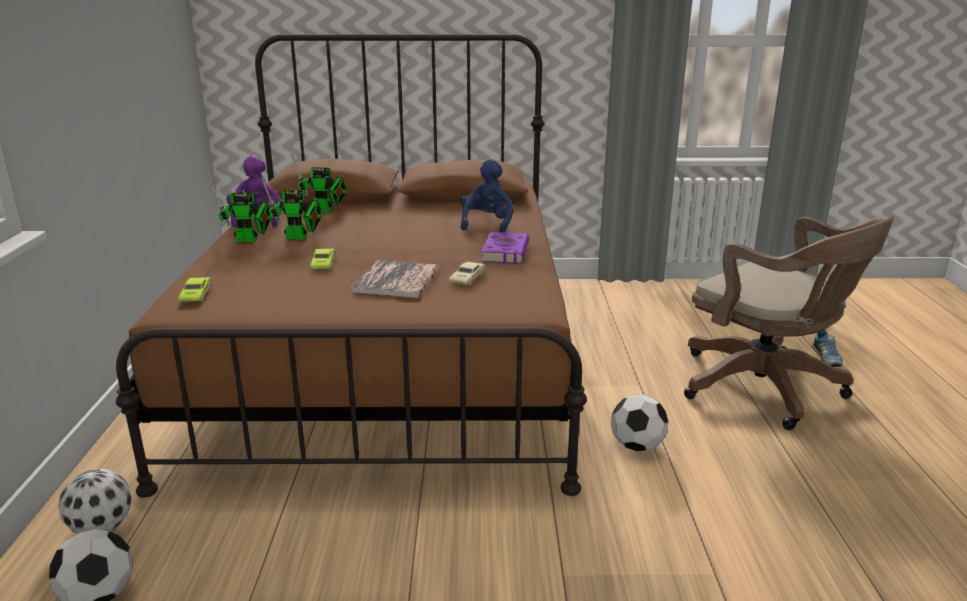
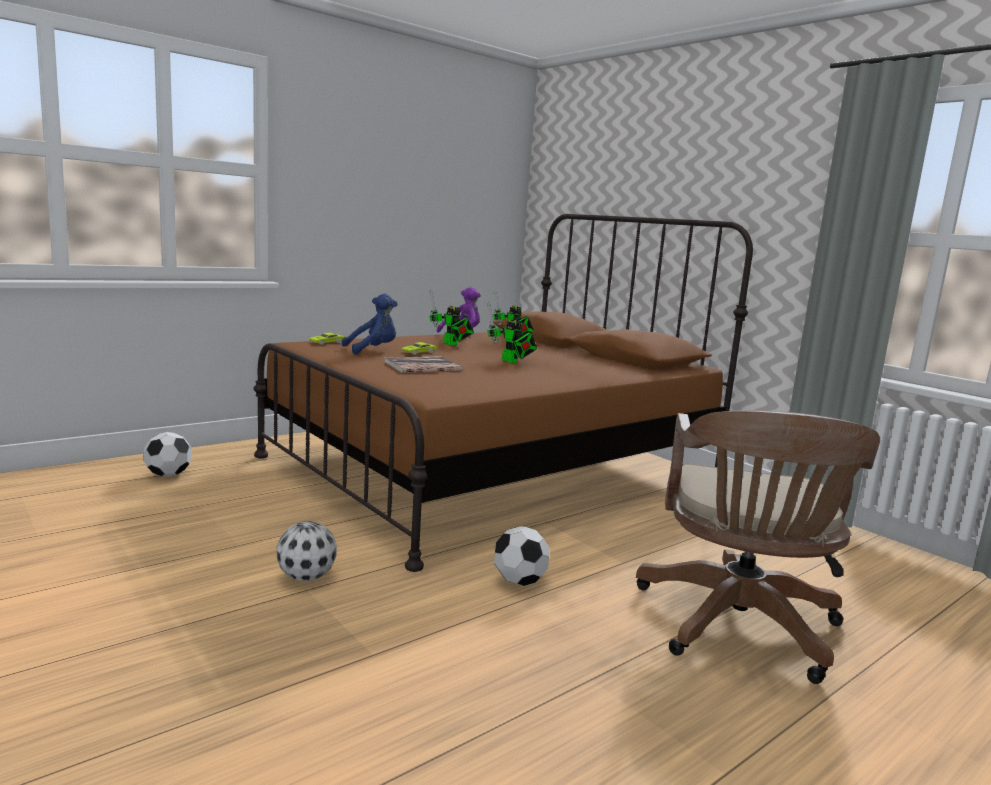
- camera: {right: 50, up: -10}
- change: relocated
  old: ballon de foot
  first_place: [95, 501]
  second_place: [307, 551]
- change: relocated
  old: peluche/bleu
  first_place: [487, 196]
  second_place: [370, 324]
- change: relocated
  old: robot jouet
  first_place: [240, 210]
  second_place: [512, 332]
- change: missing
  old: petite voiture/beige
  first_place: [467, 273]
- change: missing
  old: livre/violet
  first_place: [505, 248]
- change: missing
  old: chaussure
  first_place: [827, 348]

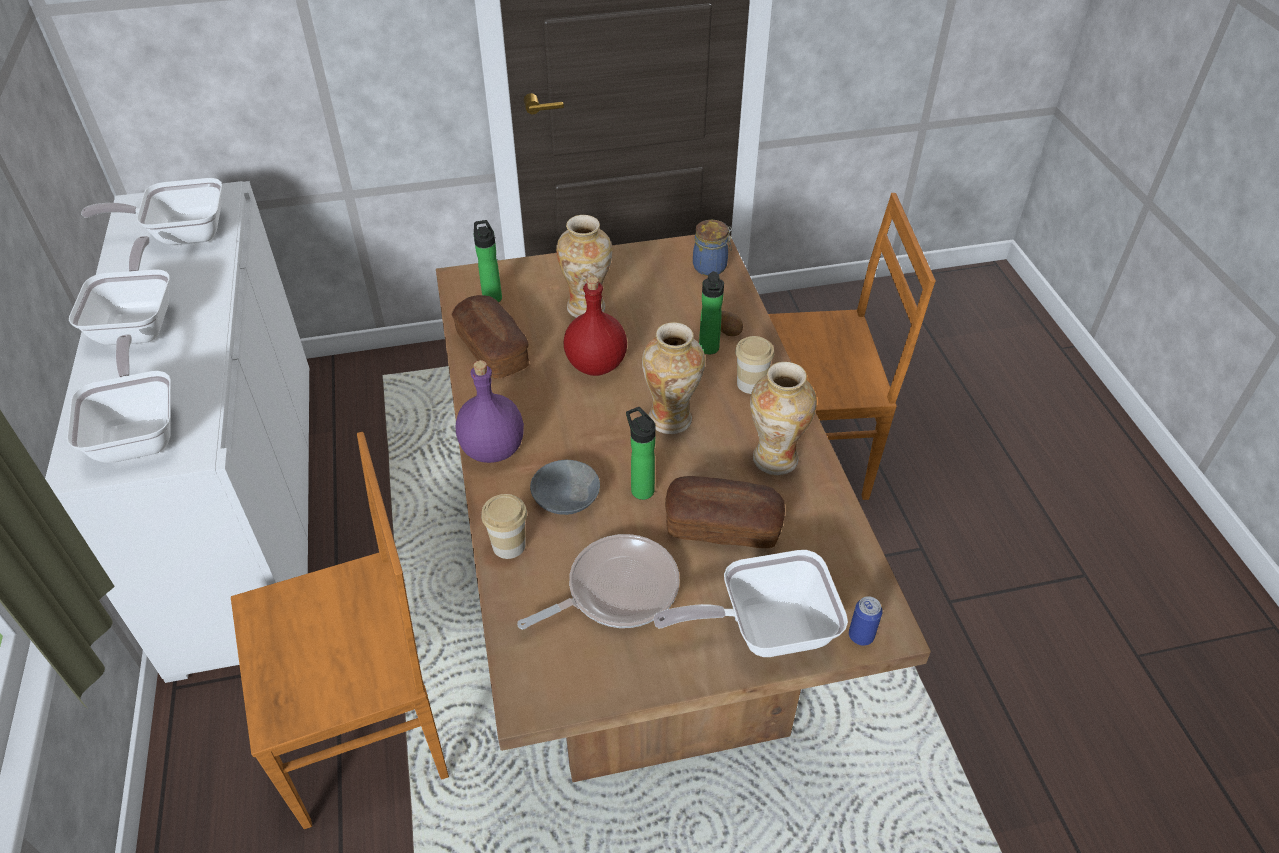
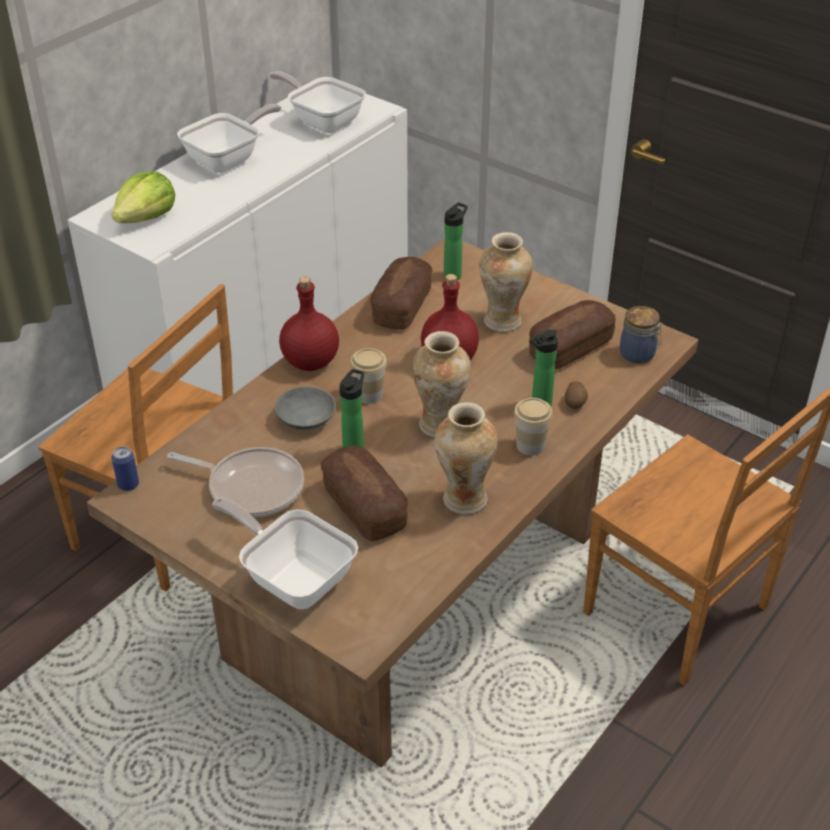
- camera: {right: 50, up: -5}
- change: exchanged
  old: poêle
  new: laitue
  first_place: [119, 398]
  second_place: [143, 197]
- change: relocated
  old: boîte métallique
  first_place: [866, 621]
  second_place: [125, 468]
- change: colour
  old: bouteille/violet
  new: bouteille/rouge
  first_place: [490, 411]
  second_place: [309, 324]
- change: relocated
  old: tasse
  first_place: [504, 526]
  second_place: [368, 376]
- change: appeared
  new: pain
  second_place: [572, 335]

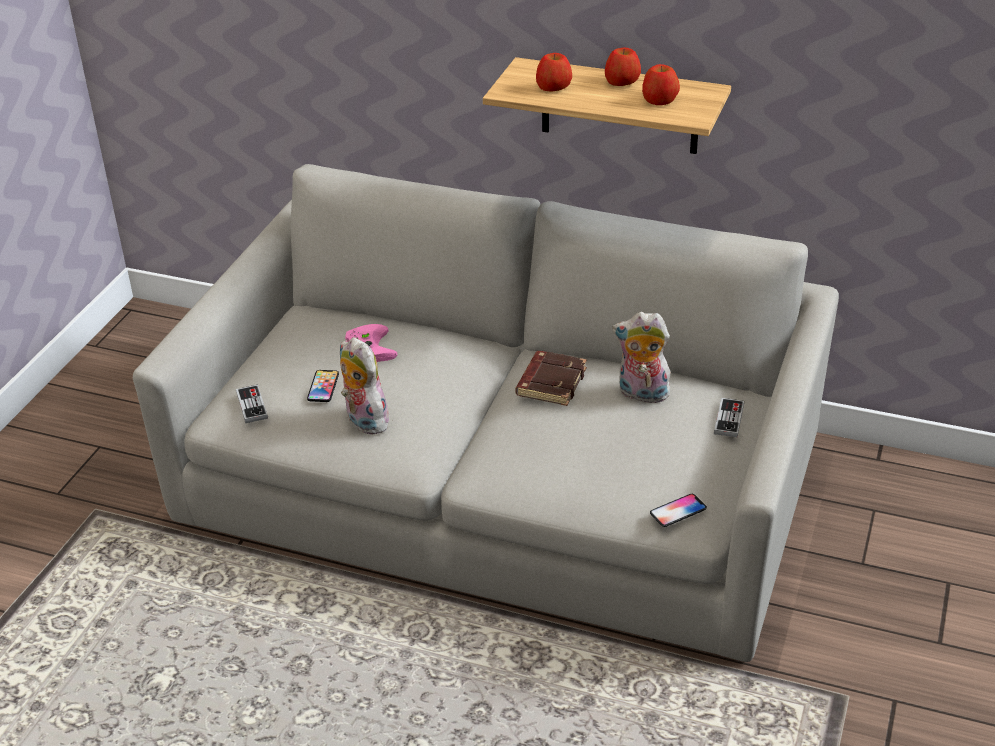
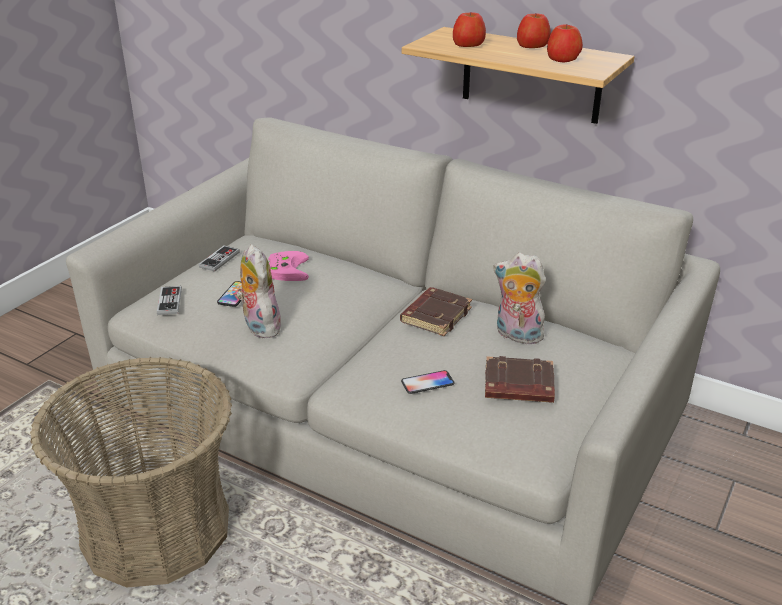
- camera: {right: 10, up: -5}
- change: appeared
  new: panier
  second_place: [131, 472]
- change: relocated
  old: manette
  first_place: [729, 417]
  second_place: [219, 259]
- change: relocated
  old: téléphone
  first_place: [678, 510]
  second_place: [428, 382]
- change: appeared
  new: livre/marron
  second_place: [520, 379]

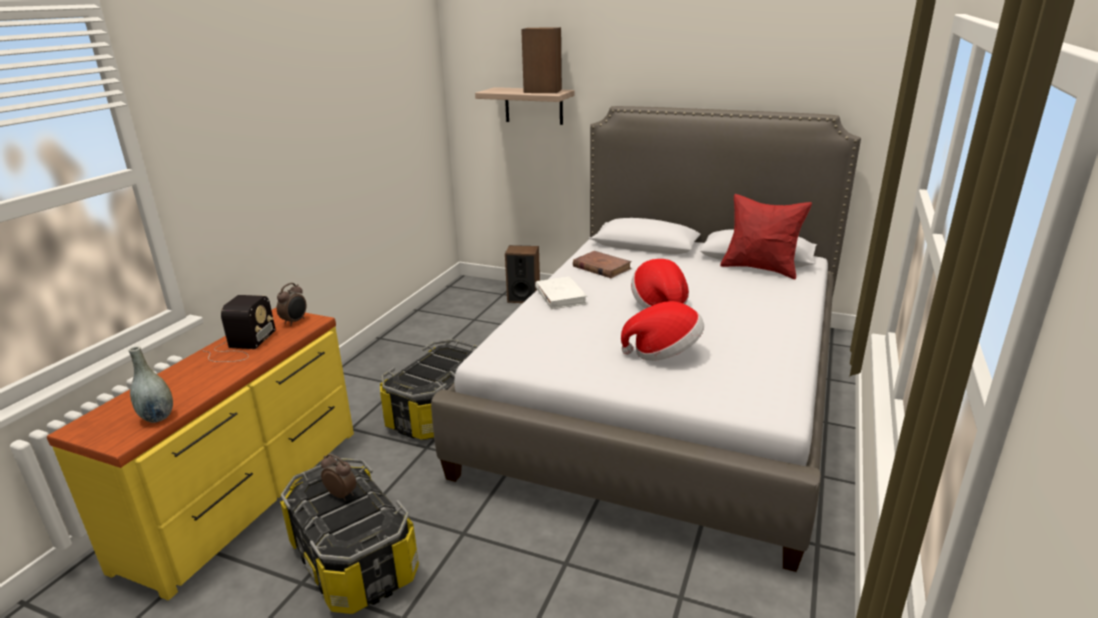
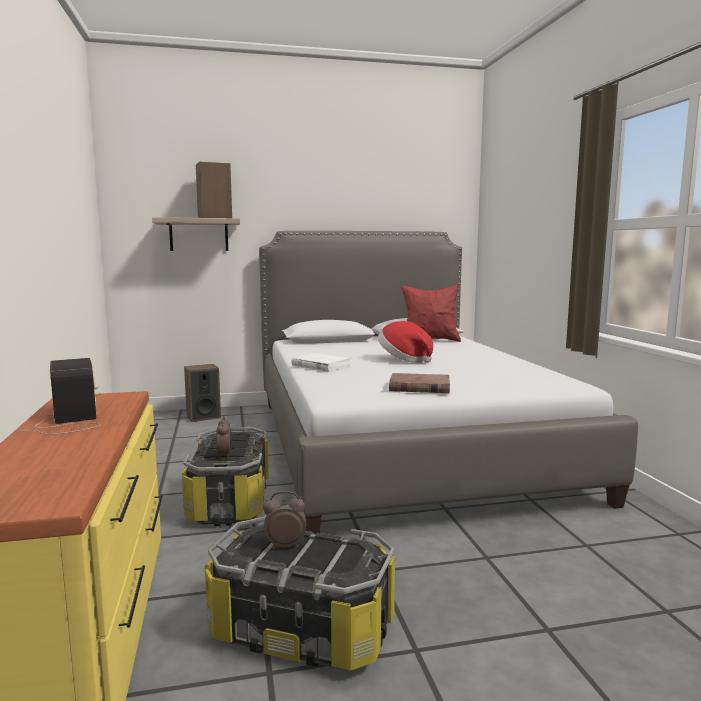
- camera: {right: -35, up: -15}
- change: relocated
  old: réveil
  first_place: [292, 304]
  second_place: [224, 437]
- change: relocated
  old: livre/marron
  first_place: [602, 264]
  second_place: [419, 383]
- change: missing
  old: vase/gris
  first_place: [151, 384]
- change: missing
  old: chapeau
  first_place: [662, 331]

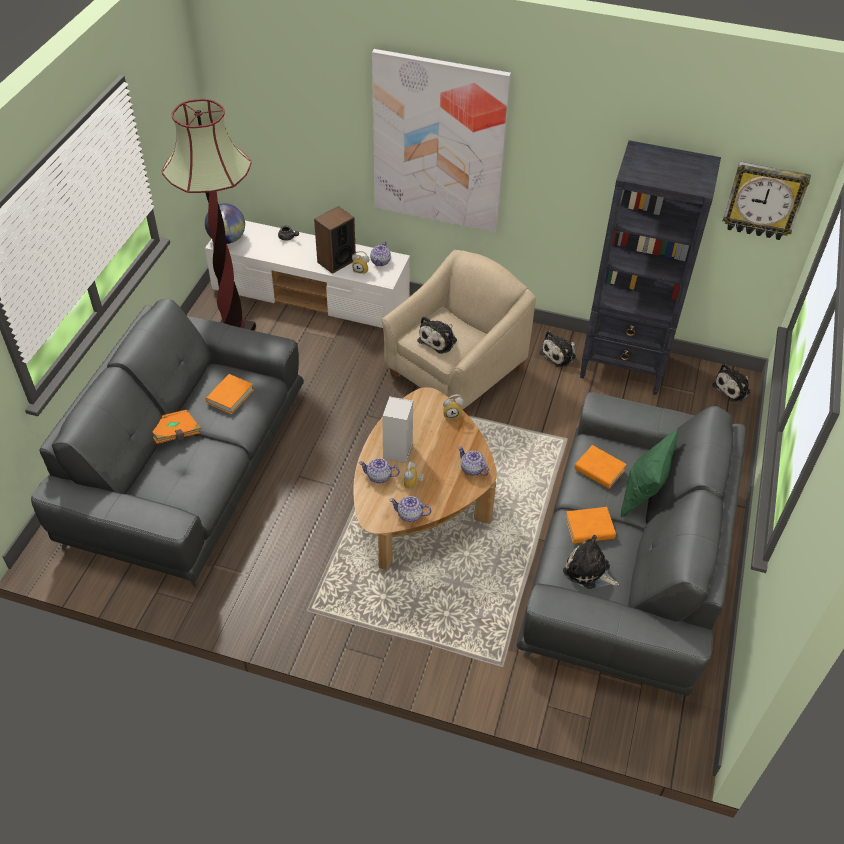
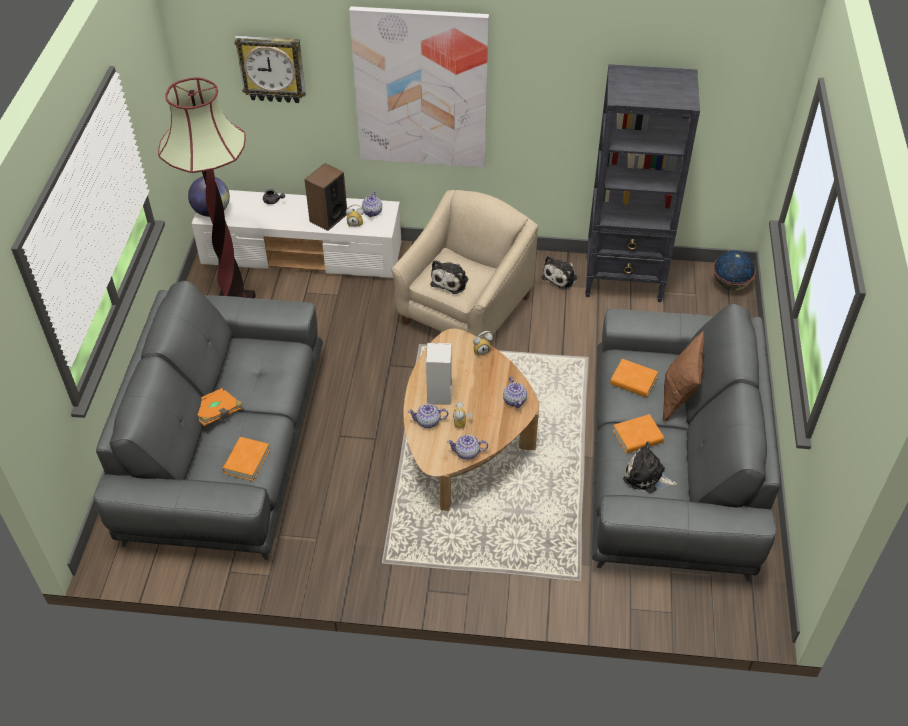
- camera: {right: -10, up: 0}
- change: relocated
  old: livre/orange
  first_place: [229, 394]
  second_place: [246, 459]
- change: relocated
  old: horloge murale
  first_place: [766, 201]
  second_place: [270, 69]
- change: spun
  old: théière
  first_place: [473, 461]
  second_place: [515, 392]
  degrees: -135
- change: colour
  old: coussin/vert
  new: coussin/marron
  first_place: [649, 473]
  second_place: [683, 376]
- change: exchanged
  old: peluche
  new: globe
  first_place: [731, 383]
  second_place: [734, 270]

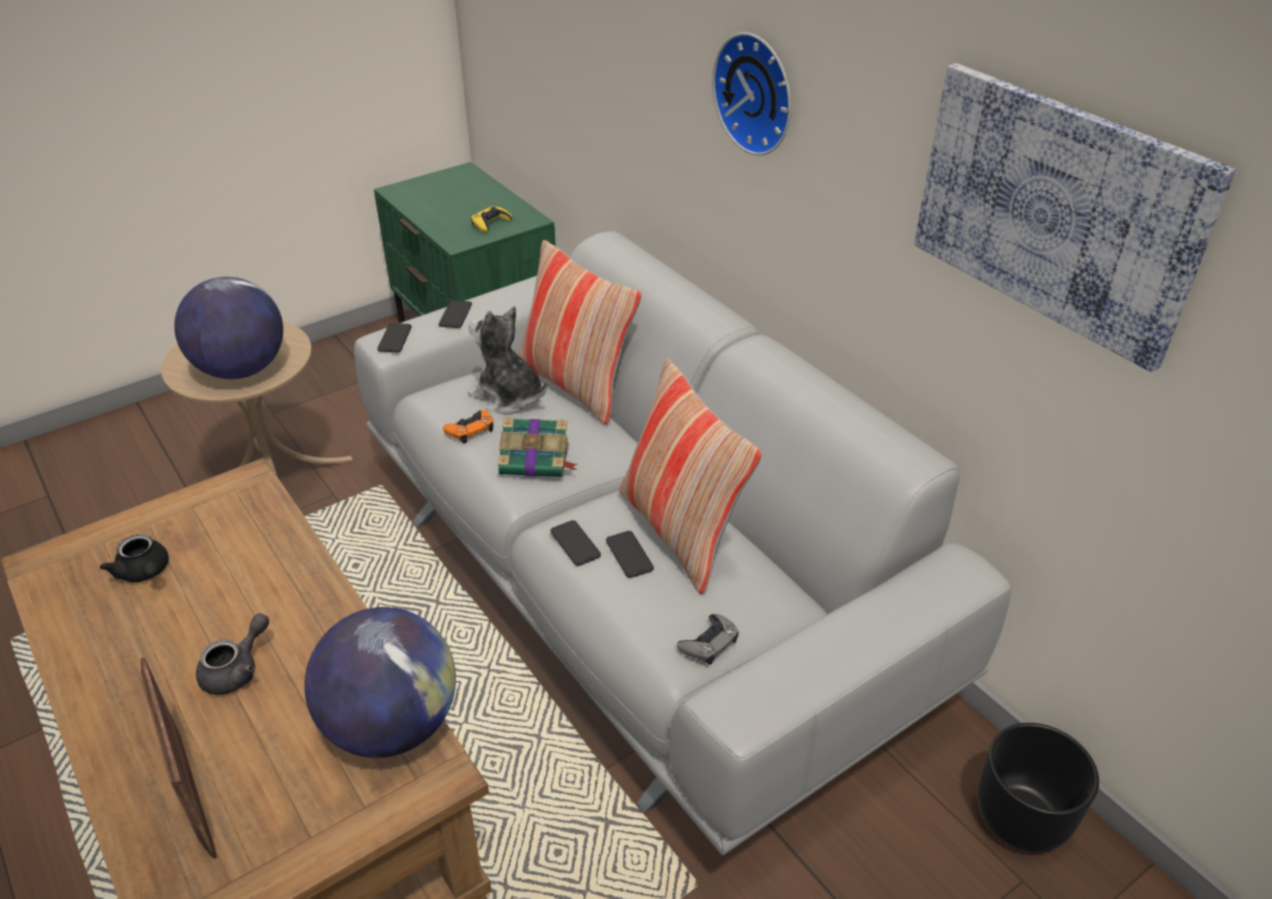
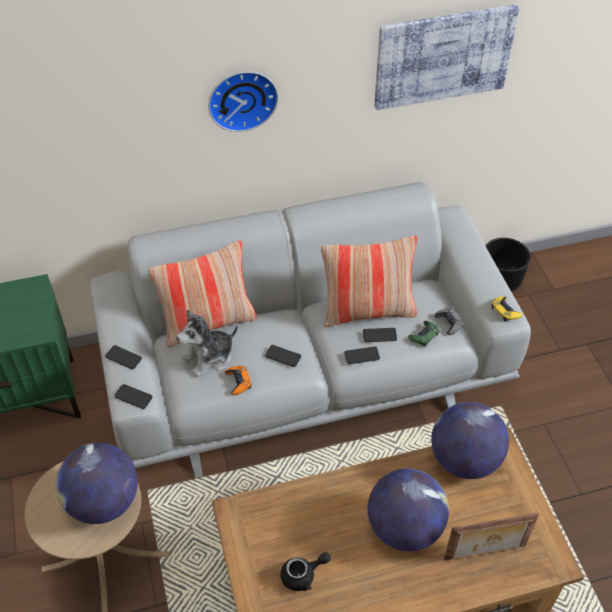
- camera: {right: -70, up: 10}
- change: exchanged
  old: livre
  new: téléphone
  first_place: [537, 447]
  second_place: [283, 356]
- change: exchanged
  old: théière/gris
  new: globe
  first_place: [232, 654]
  second_place: [408, 510]
- change: appeared
  new: manette/vert
  second_place: [423, 334]
- change: relocated
  old: manette/jaune
  first_place: [491, 219]
  second_place: [507, 309]

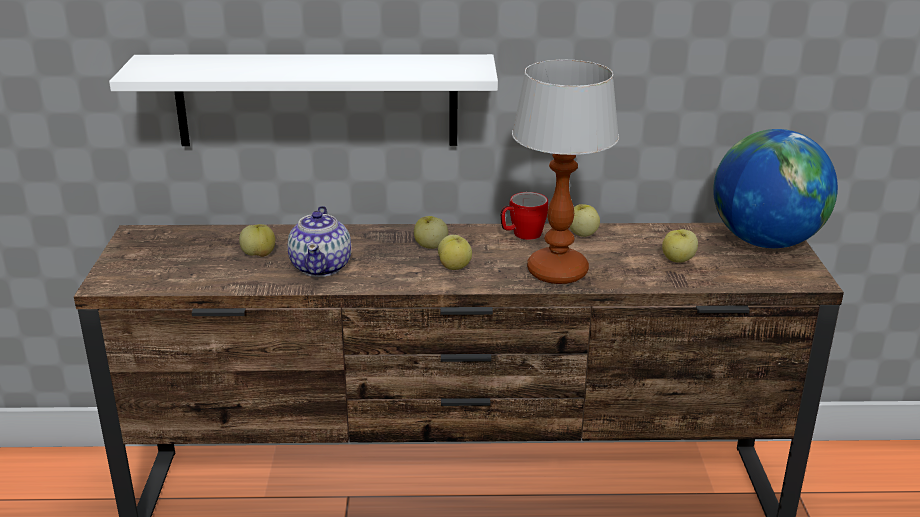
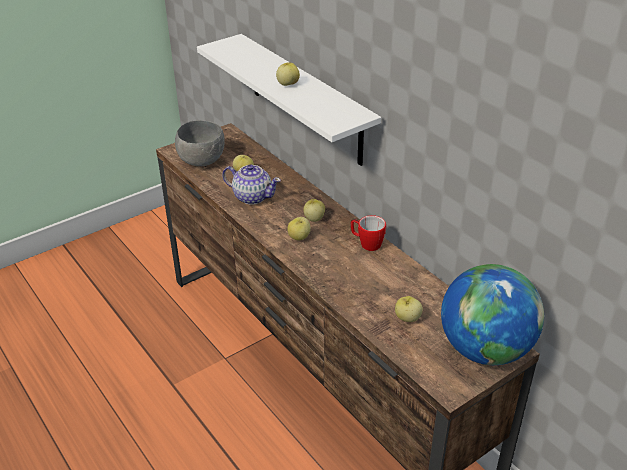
- camera: {right: 55, up: 10}
- change: appeared
  new: bol/gris
  second_place: [200, 143]
- change: spun
  old: théière
  first_place: [319, 241]
  second_place: [251, 184]
  degrees: -120
- change: relocated
  old: pomme
  first_place: [585, 220]
  second_place: [288, 74]
- change: missing
  old: lampe de table
  first_place: [565, 171]

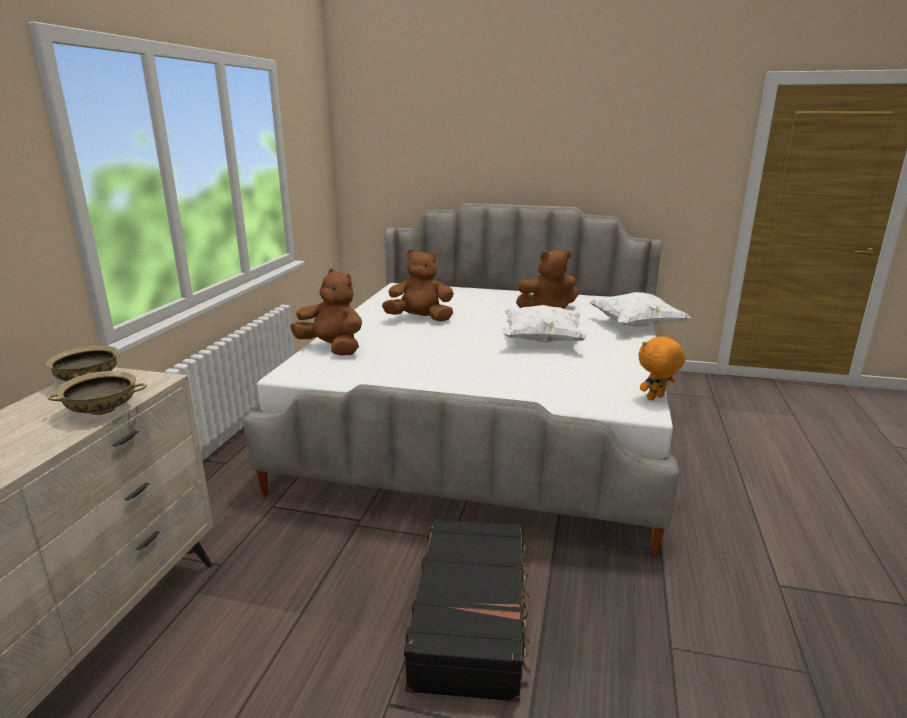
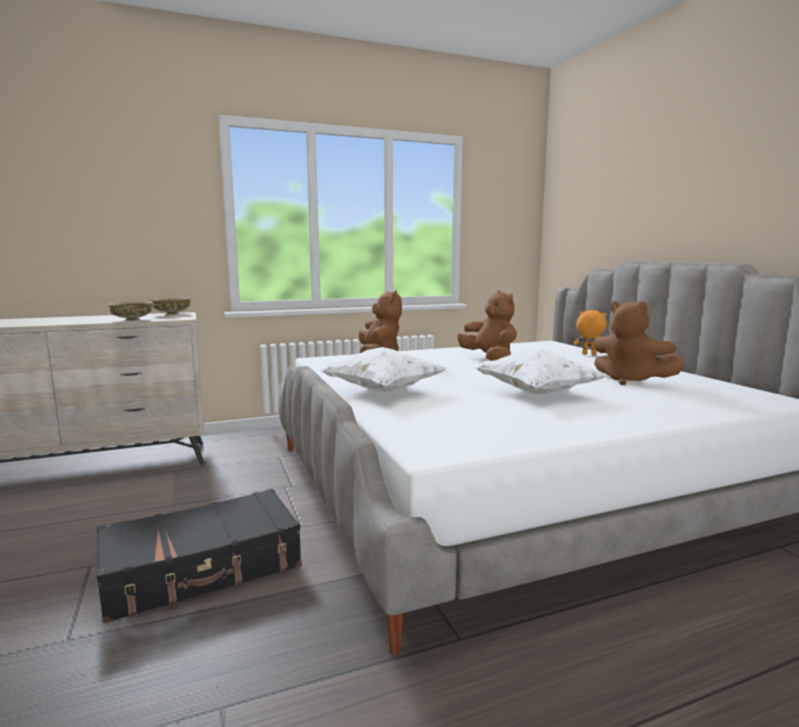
- camera: {right: 55, up: -10}
- change: relocated
  old: coussin/blanc
  first_place: [640, 309]
  second_place: [383, 369]
- change: relocated
  old: peluche/orange
  first_place: [661, 368]
  second_place: [590, 332]

